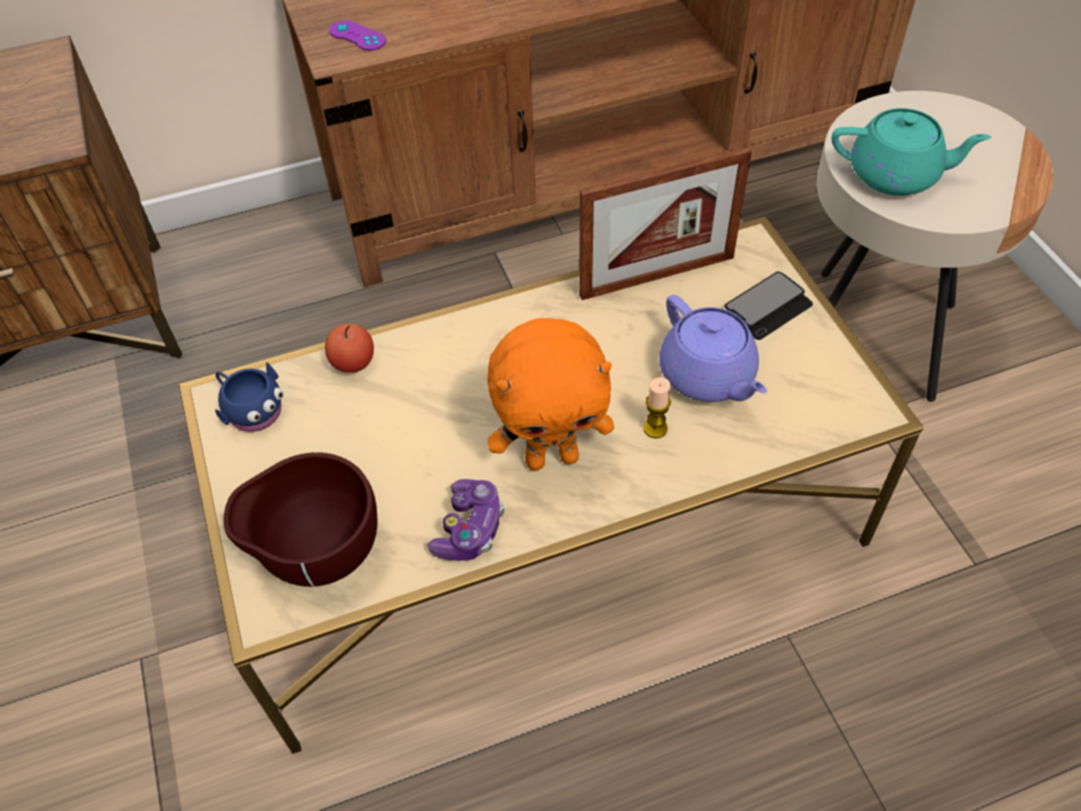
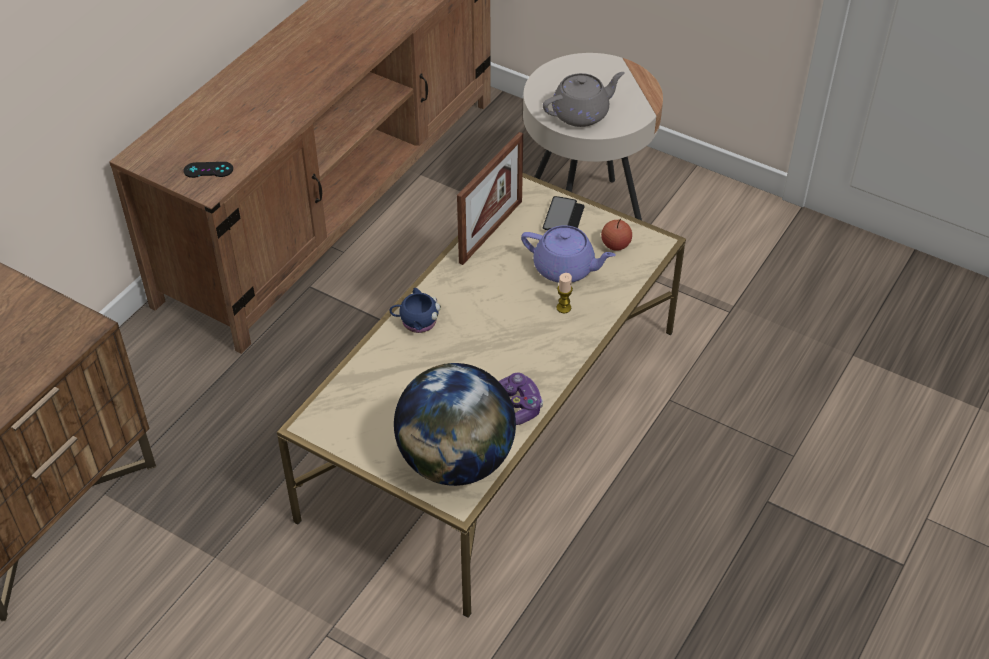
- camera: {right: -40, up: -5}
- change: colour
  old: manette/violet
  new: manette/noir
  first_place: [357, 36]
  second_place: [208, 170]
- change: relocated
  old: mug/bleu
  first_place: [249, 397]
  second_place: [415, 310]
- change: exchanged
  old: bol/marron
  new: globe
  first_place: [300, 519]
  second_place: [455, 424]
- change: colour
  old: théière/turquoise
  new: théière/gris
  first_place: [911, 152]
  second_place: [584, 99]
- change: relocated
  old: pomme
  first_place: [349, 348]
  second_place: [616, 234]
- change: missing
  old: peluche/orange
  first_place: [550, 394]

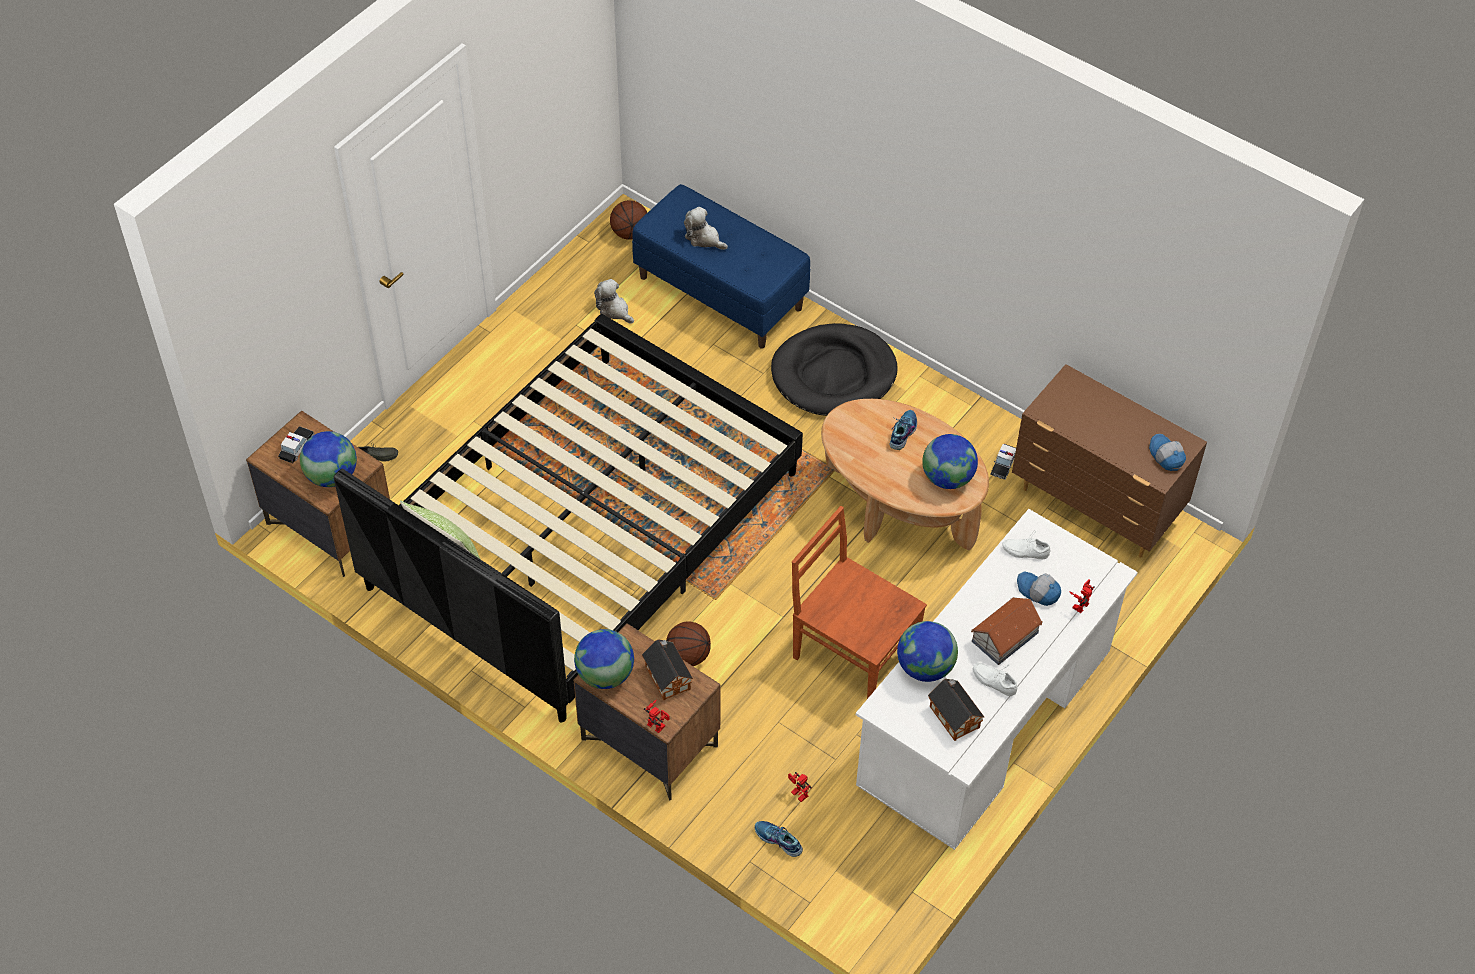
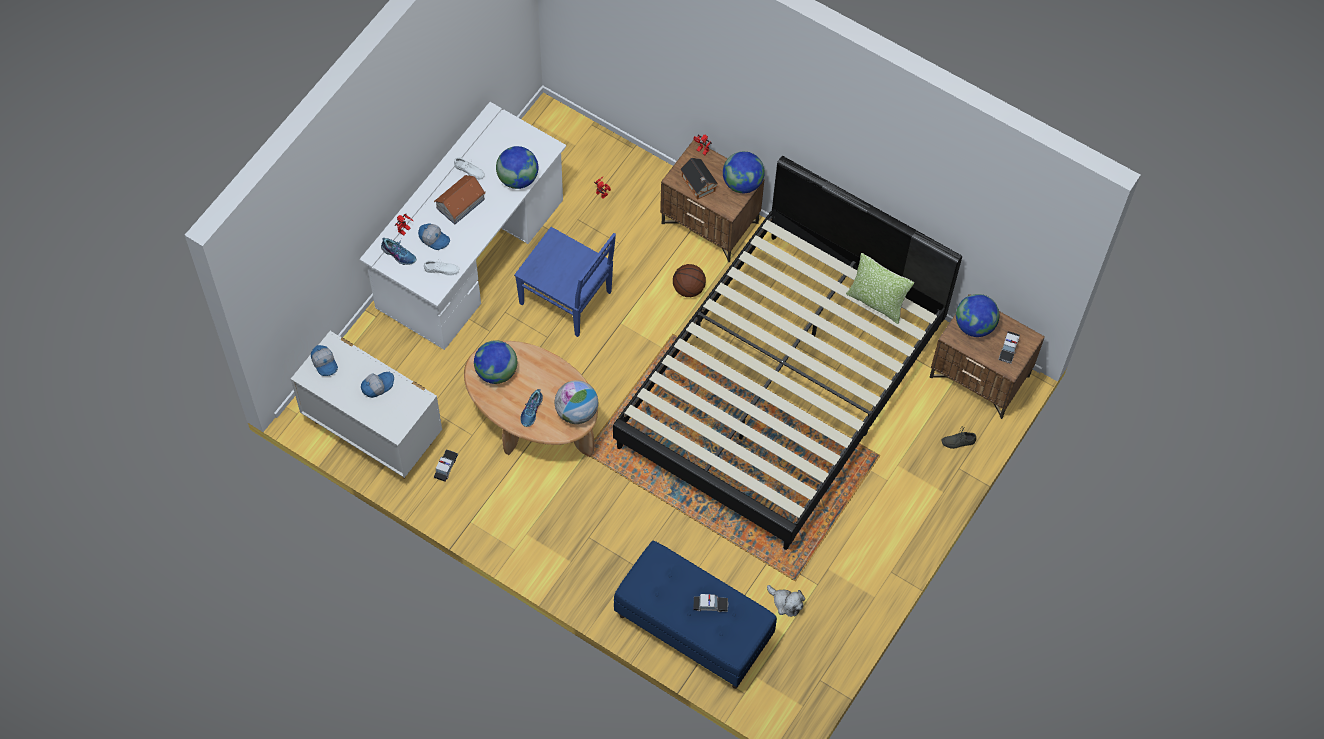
- camera: {right: 175, up: 10}
- change: colour
  old: commode/marron
  new: commode/blanc
  first_place: [1109, 461]
  second_place: [366, 405]
- change: appeared
  new: casquette
  second_place: [377, 385]
- change: relocated
  old: chaussure
  first_place: [779, 839]
  second_place: [398, 251]
- change: colour
  old: chaise/marron
  new: chaise/bleu
  first_place: [859, 602]
  second_place: [565, 282]
- change: appeared
  new: globe
  second_place: [576, 402]
- change: exchanged
  old: peluche
  new: petite voiture
  first_place: [706, 228]
  second_place: [710, 603]
- change: missing
  old: ballon de basket
  first_place: [628, 220]
- change: missing
  old: panier pour chien/noir
  first_place: [834, 369]
- change: missing
  old: maison miniature
  first_place: [956, 710]

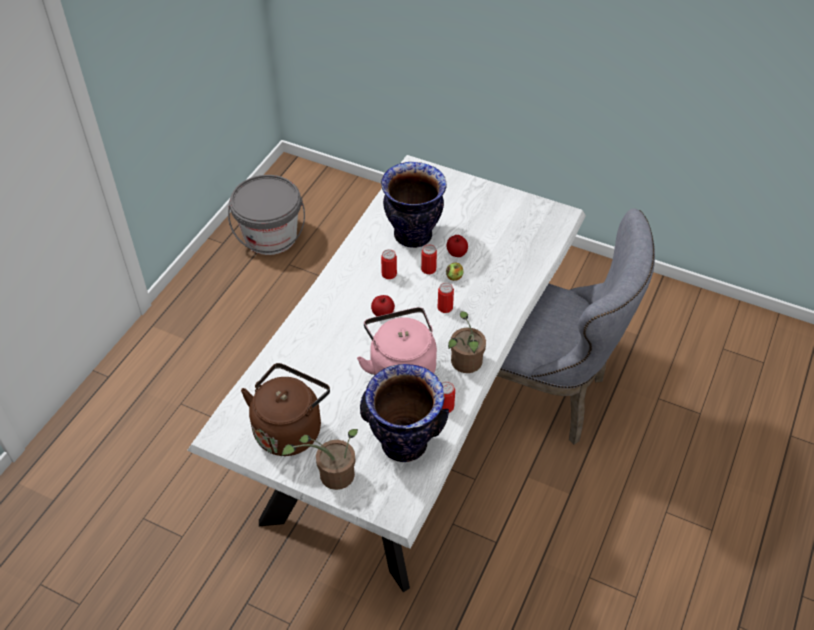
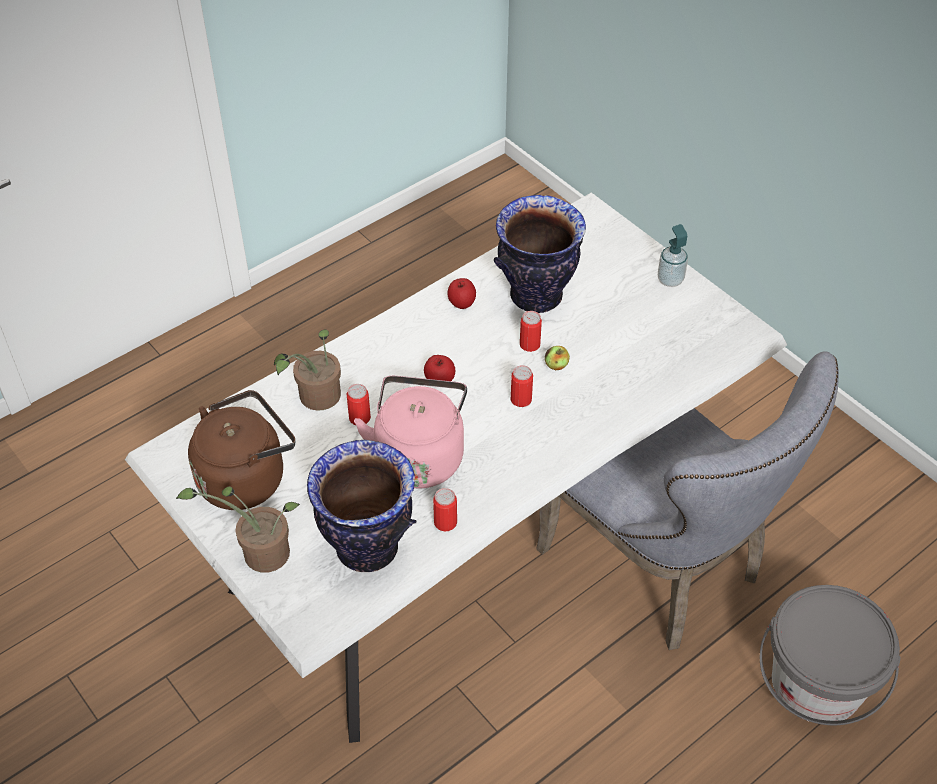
- camera: {right: 25, up: 0}
- change: relocated
  old: plante en pot
  first_place: [467, 342]
  second_place: [307, 370]
- change: relocated
  old: boîte métallique
  first_place: [389, 264]
  second_place: [359, 404]
- change: relocated
  old: pomme
  first_place: [457, 246]
  second_place: [461, 293]
- change: appeared
  new: distributeur de savon
  second_place: [673, 255]
- change: relocated
  old: seau/gris
  first_place: [266, 215]
  second_place: [830, 655]

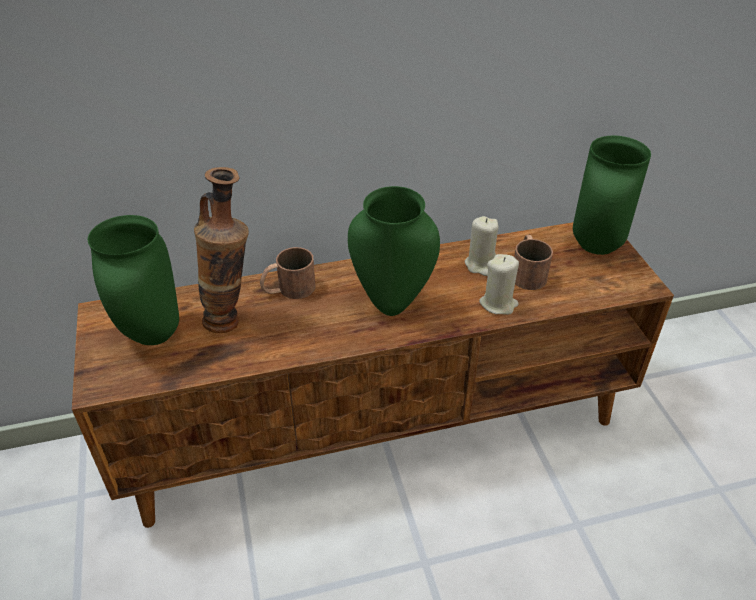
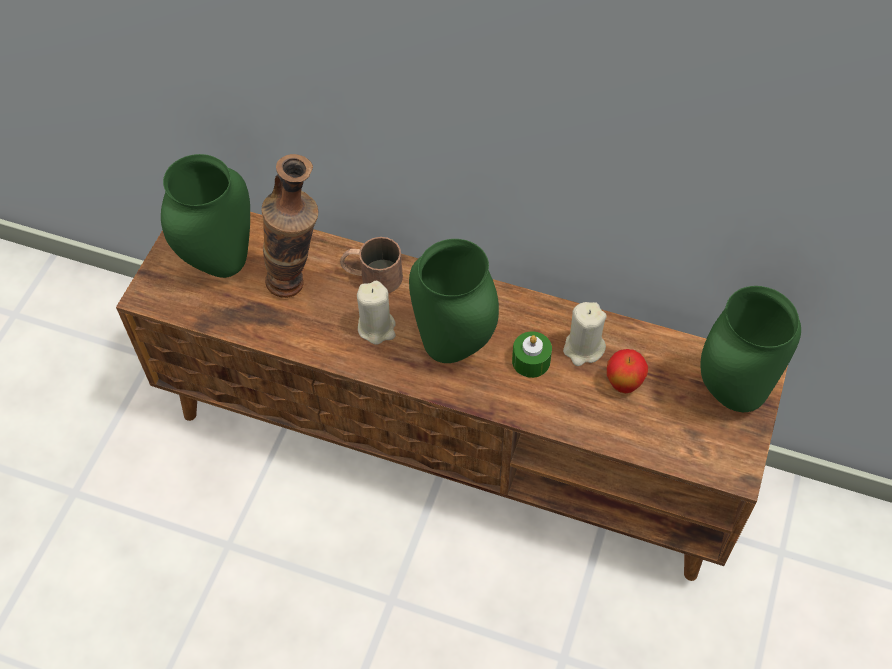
- camera: {right: 35, up: 15}
- change: relocated
  old: bougie/beige
  first_place: [499, 284]
  second_place: [376, 313]
- change: appeared
  new: bougie/vert
  second_place: [532, 354]
- change: exchanged
  old: mug/marron
  new: pomme
  first_place: [533, 262]
  second_place: [627, 371]

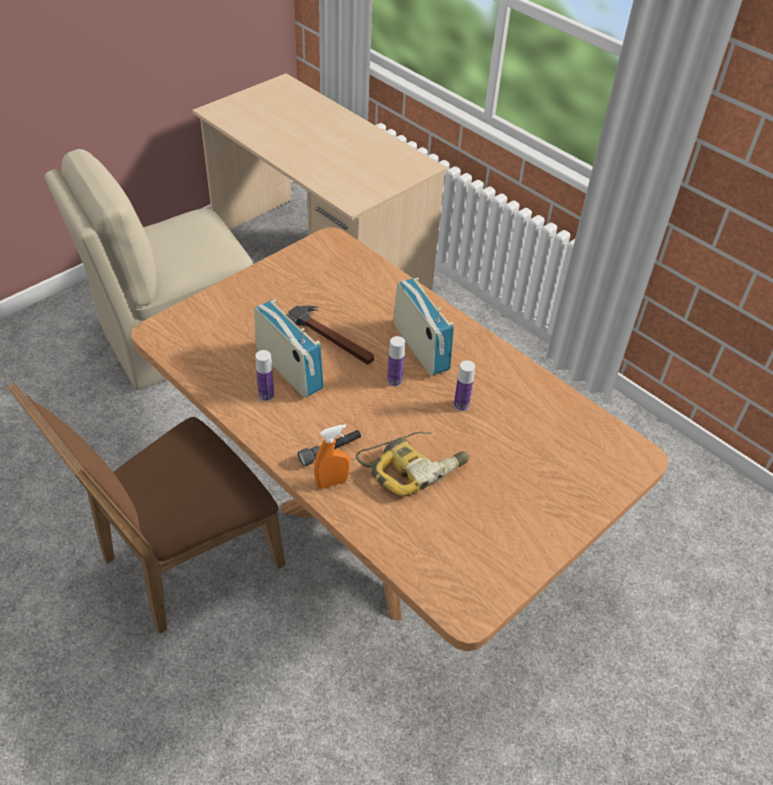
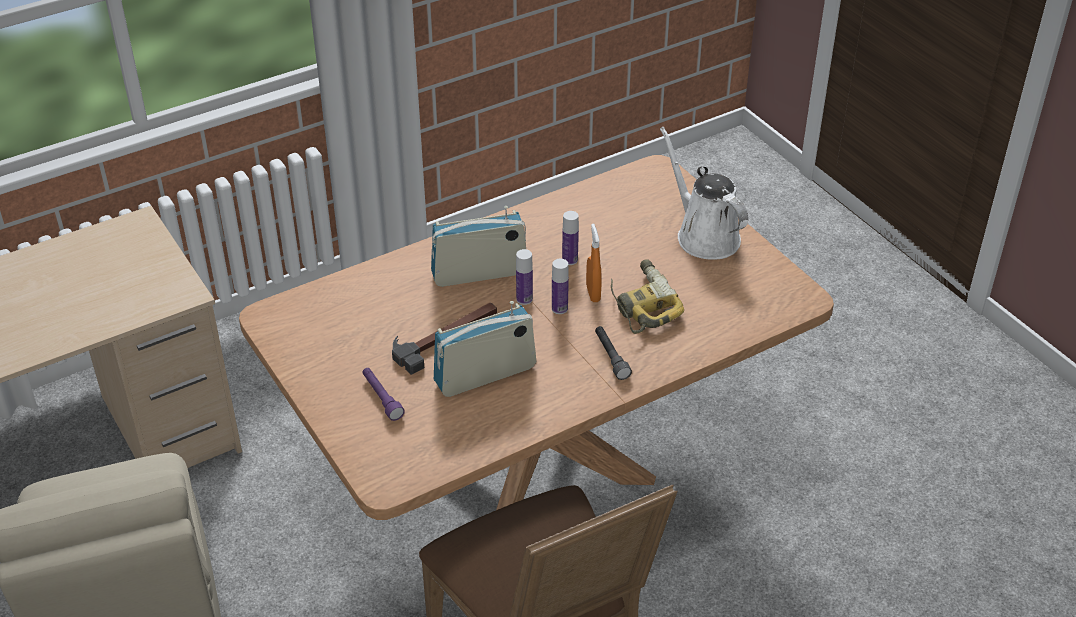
- camera: {right: -75, up: -5}
- change: appeared
  new: lampe de poche/violet
  second_place: [383, 394]
- change: relocated
  old: bouteille
  first_place: [264, 375]
  second_place: [560, 286]
- change: relocated
  old: vaporisateur/orange
  first_place: [332, 456]
  second_place: [594, 262]
- change: appeared
  new: arrosoir/blanc
  second_place: [704, 193]

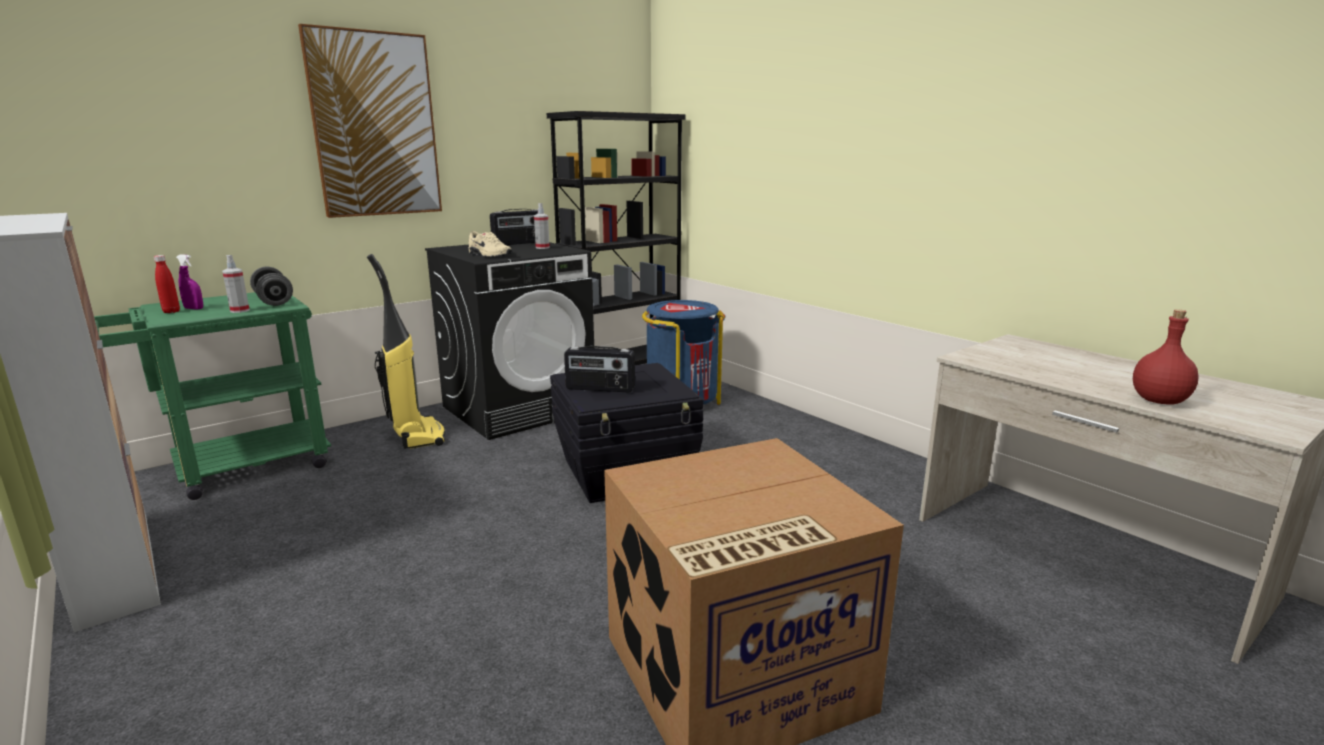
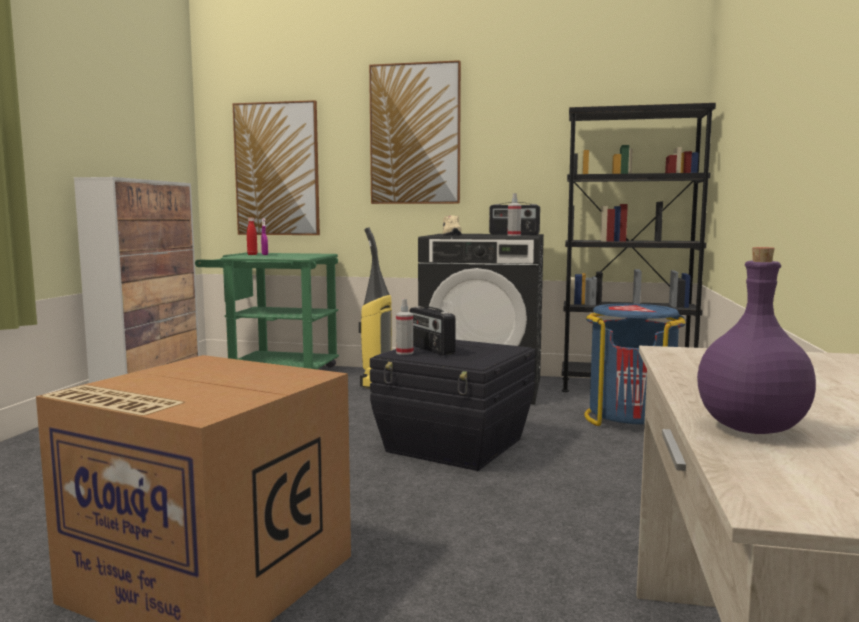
- camera: {right: 50, up: -10}
- change: appeared
  new: tableau
  second_place: [276, 167]
- change: relocated
  old: vaporisateur
  first_place: [236, 284]
  second_place: [404, 327]
- change: colour
  old: bouteille/rouge
  new: bouteille/violet
  first_place: [1166, 357]
  second_place: [756, 340]
- change: missing
  old: haltère/gris
  first_place: [271, 286]

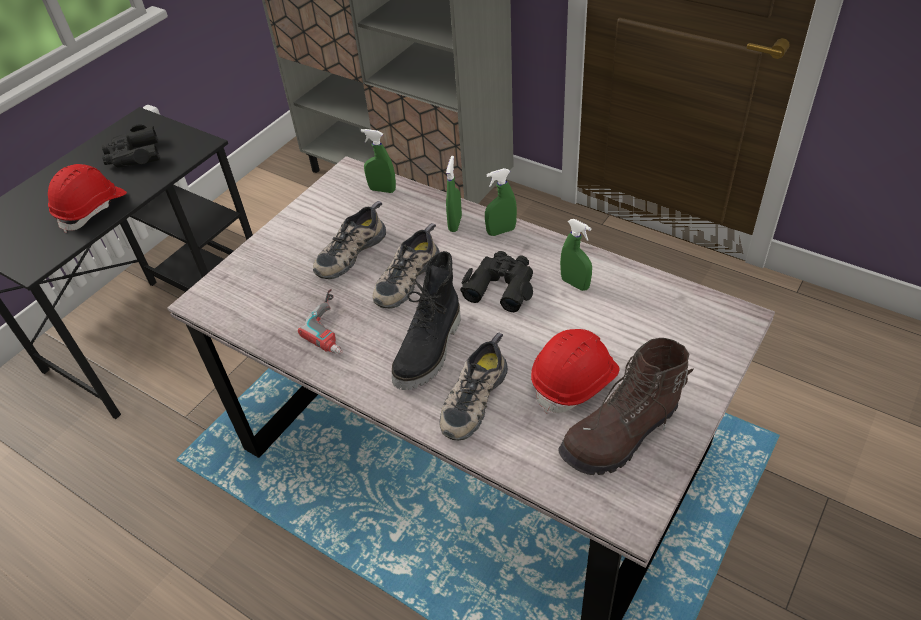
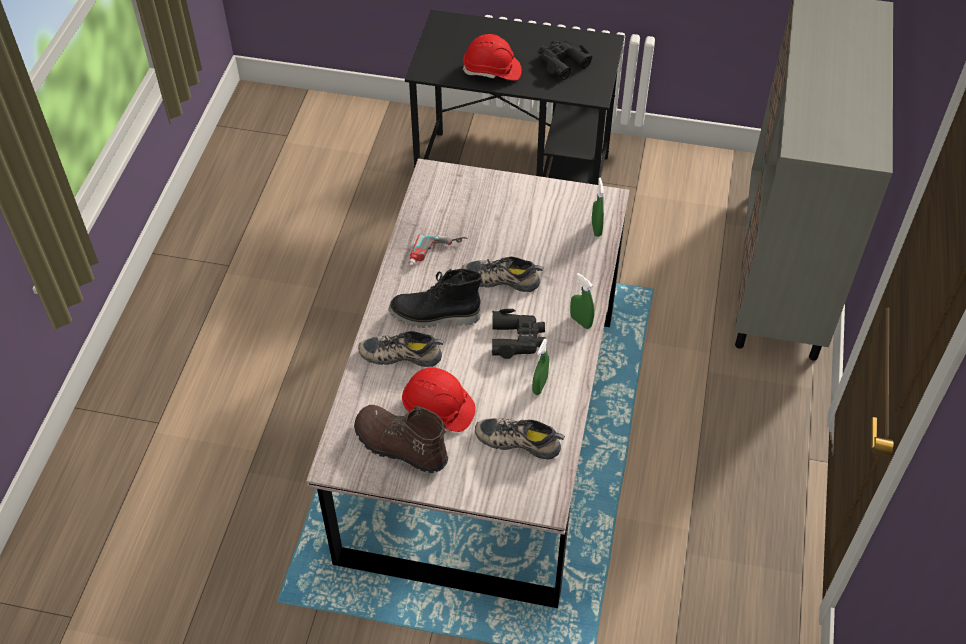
- camera: {right: 65, up: 5}
- change: relocated
  old: chaussure
  first_place: [349, 240]
  second_place: [520, 439]
- change: missing
  old: vaporisateur/vert
  first_place: [454, 194]

